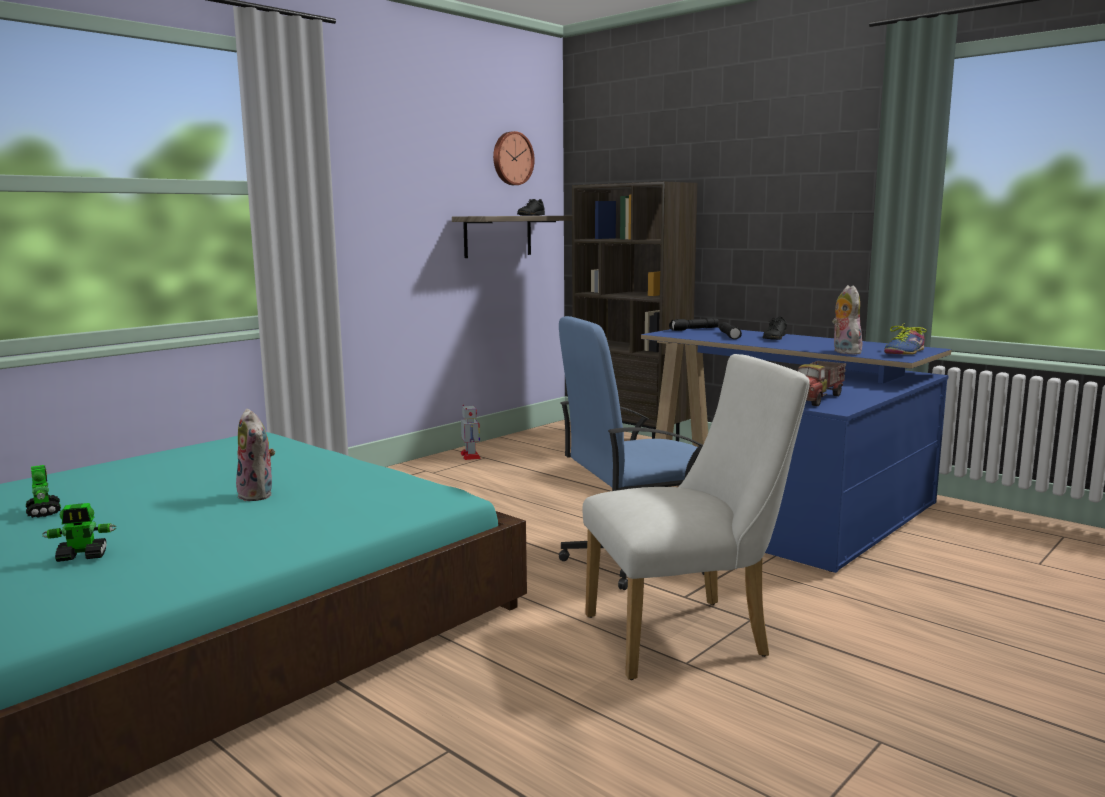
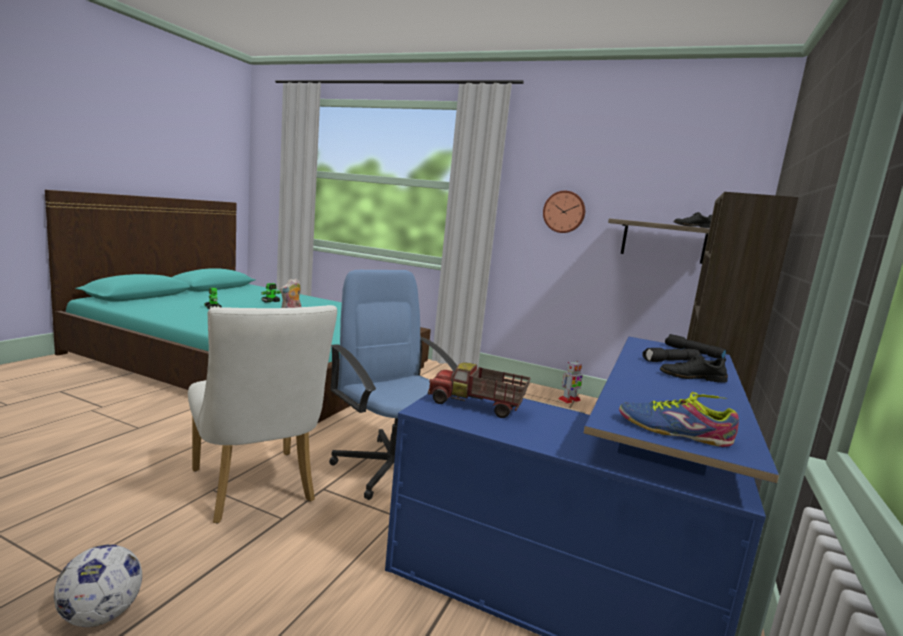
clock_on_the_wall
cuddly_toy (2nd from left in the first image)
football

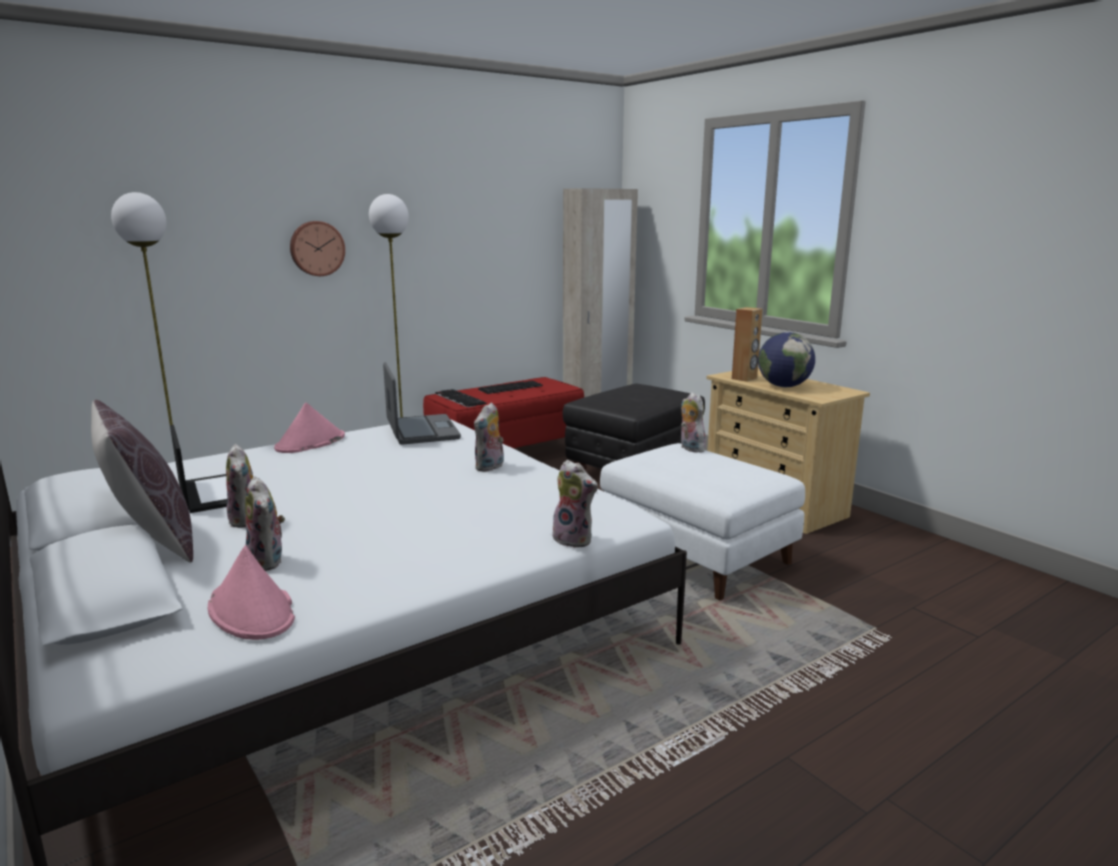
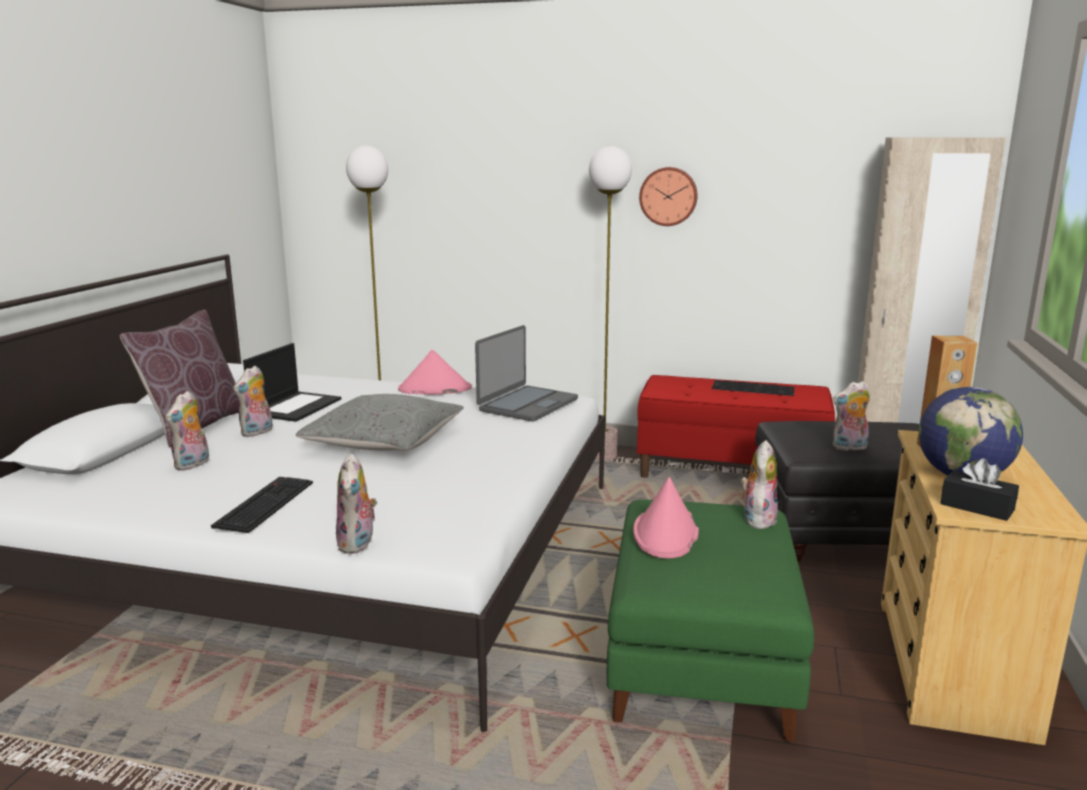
pinkish_hat (2nd from left)
clock_on_the_wall
PC_keyboard (1st from left)
cuddly_toy (5th from left)
green_footrest
gray_pillow
blackish_box_of_tissues

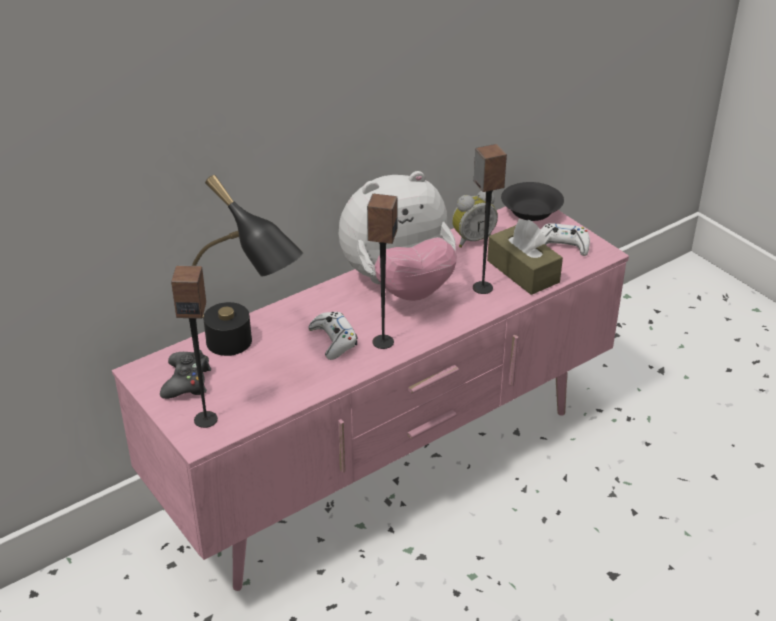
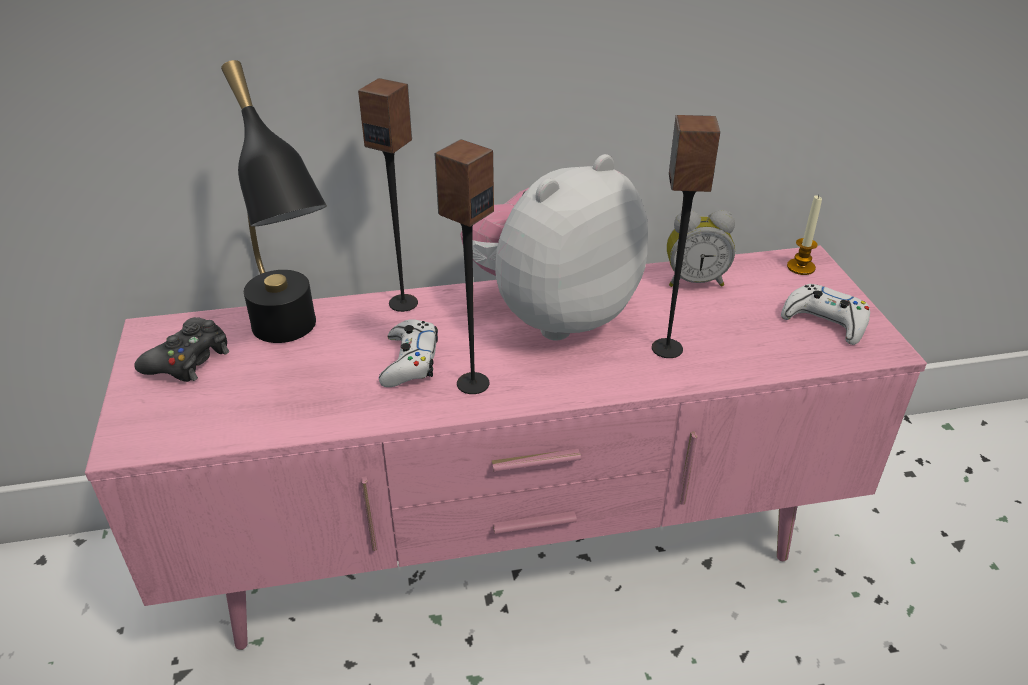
audio_speaker (1st from left)
cuddly_toy
brown_box_of_tissues
wax_light

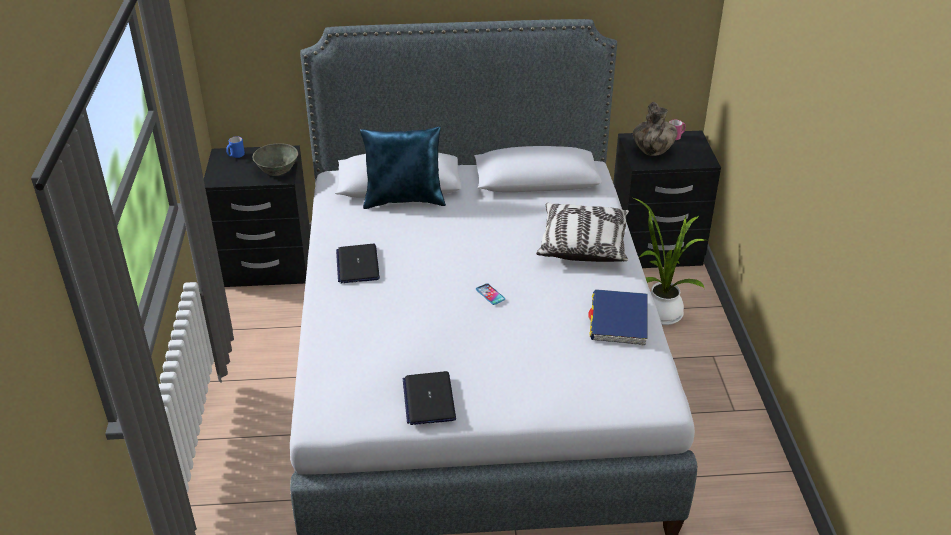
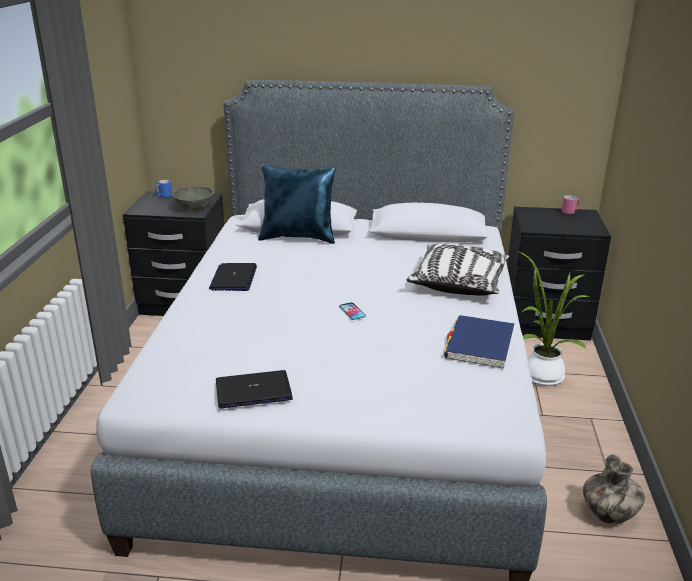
notebook_computer (2nd from left)
vase

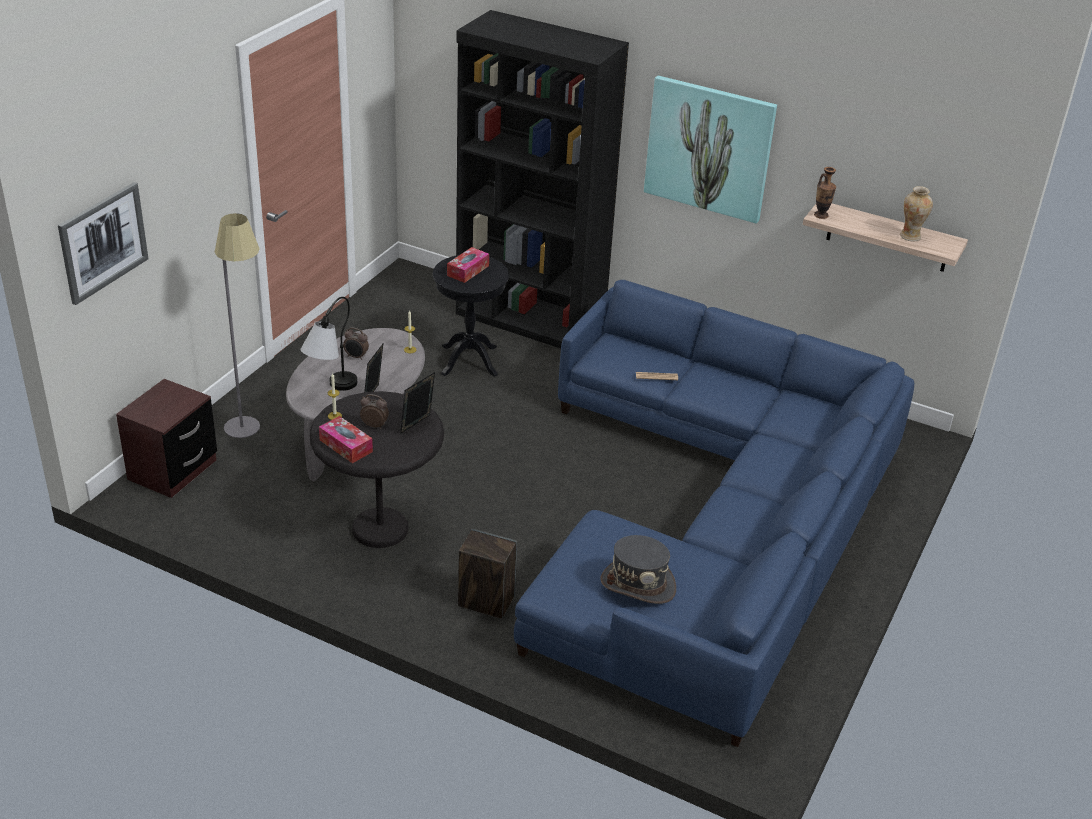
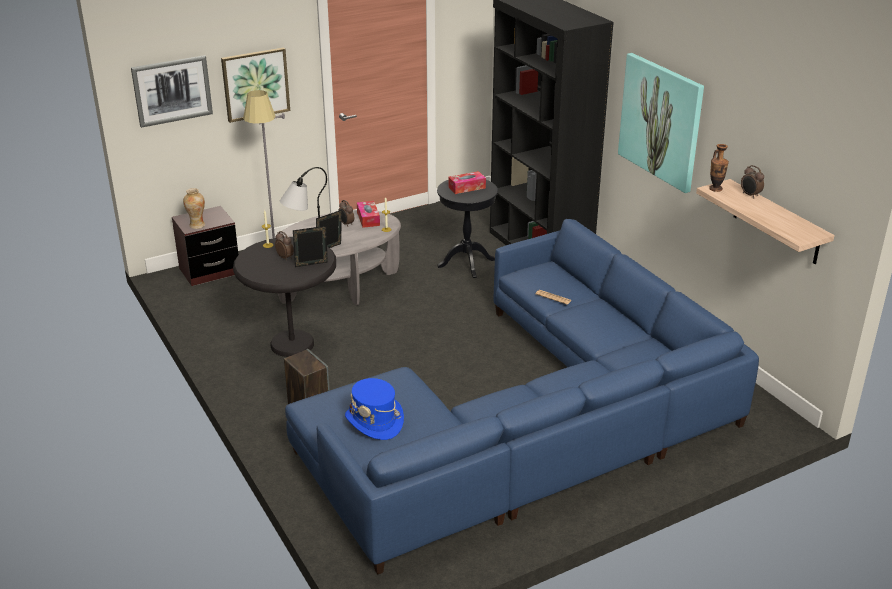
box_of_tissues (1st from left)
blue_hat
vase (1st from left)
wall_art (2nd from left)
bedside_clock (3rd from left)

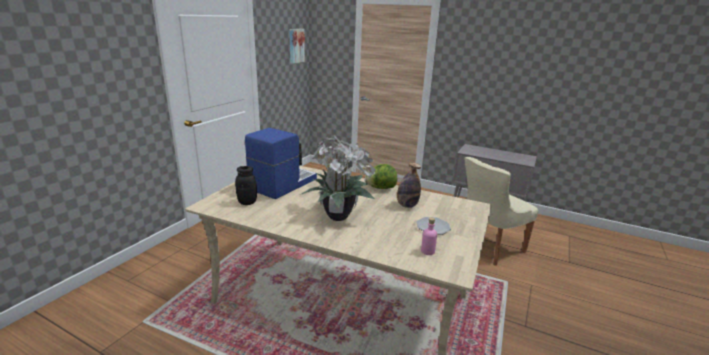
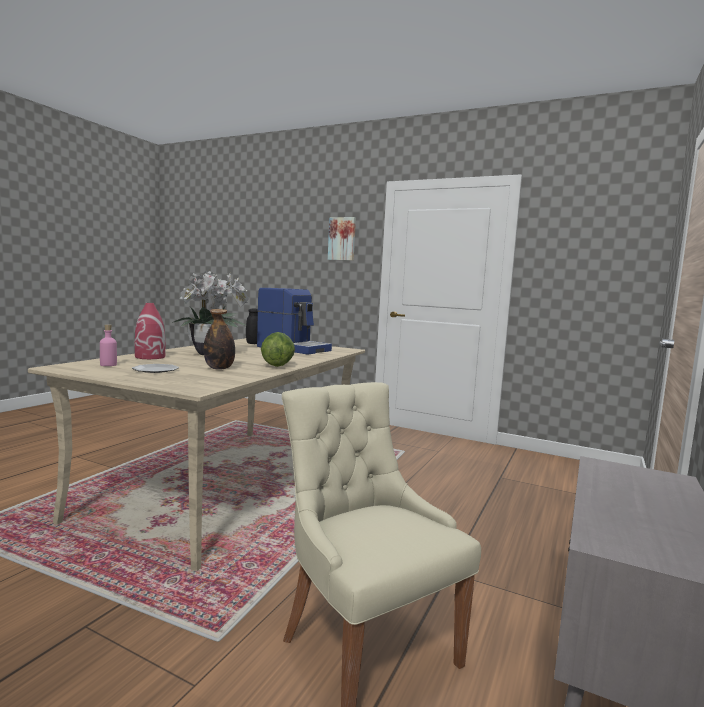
wall_art
red-coloured_vase

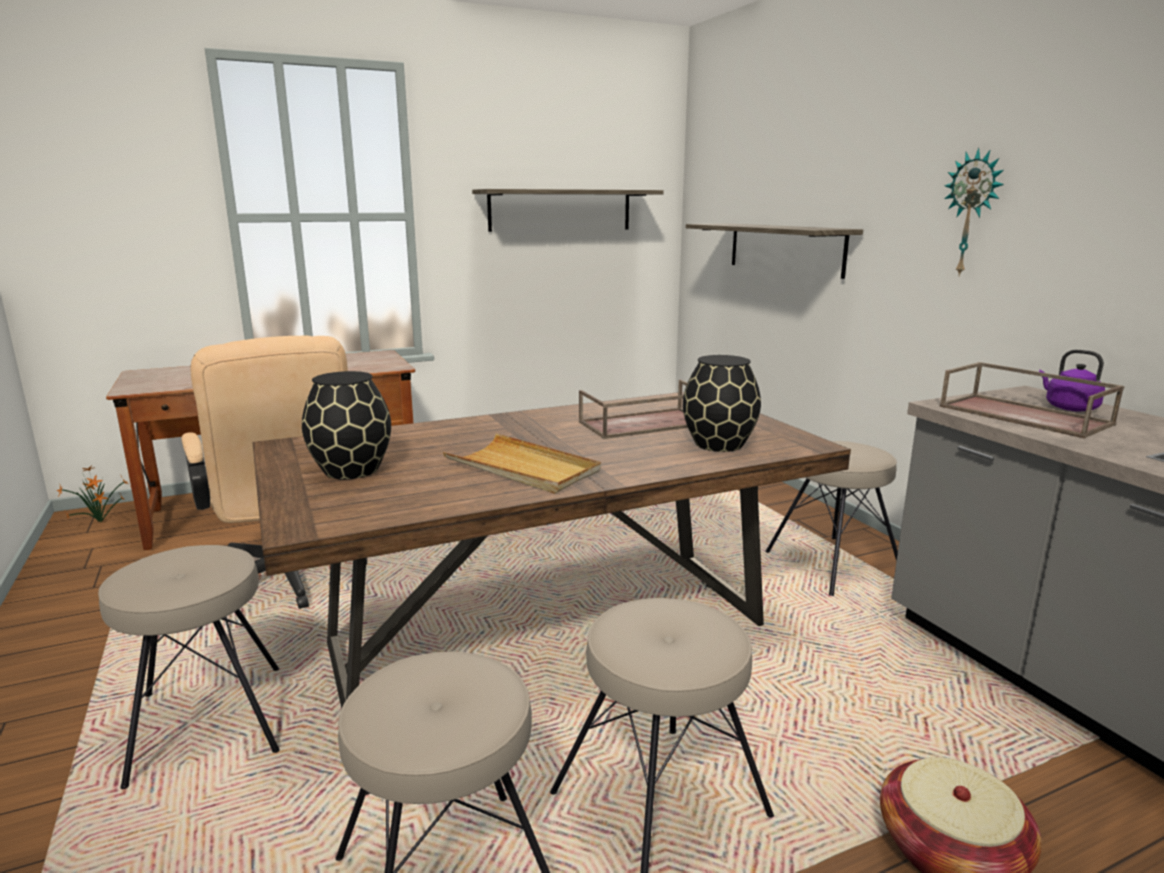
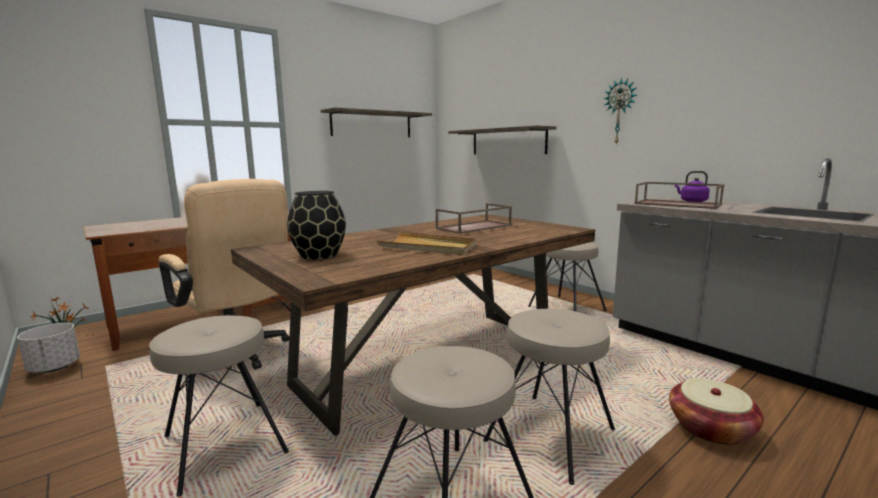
blackish_vase (2nd from left in the first image)
white_flower_pot

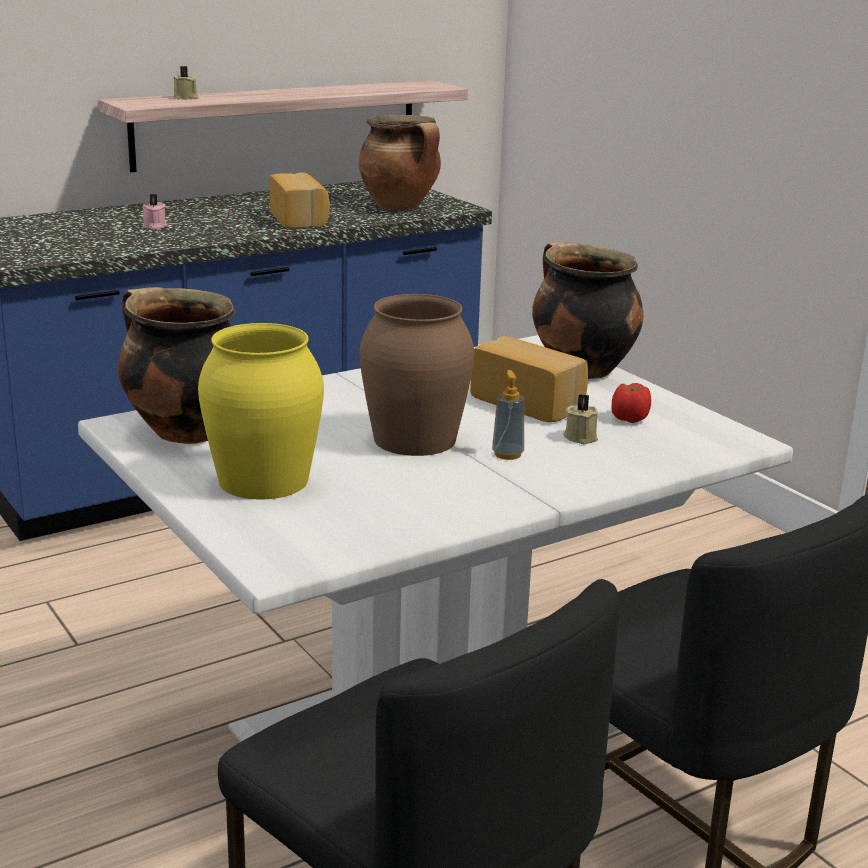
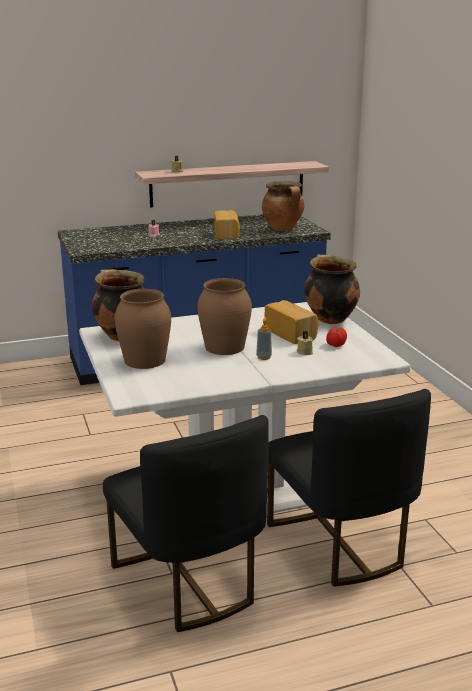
brown_vase (1st from left)

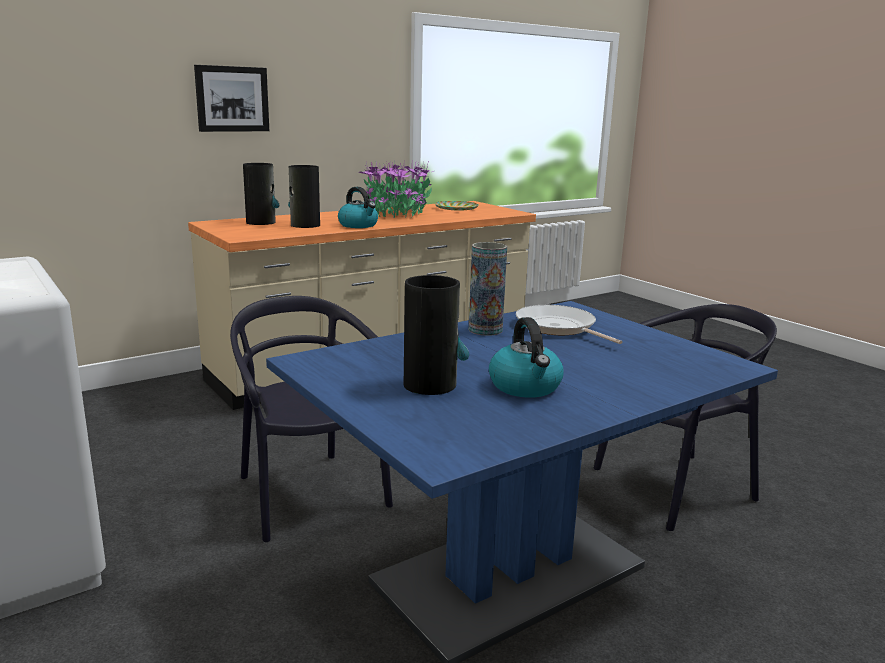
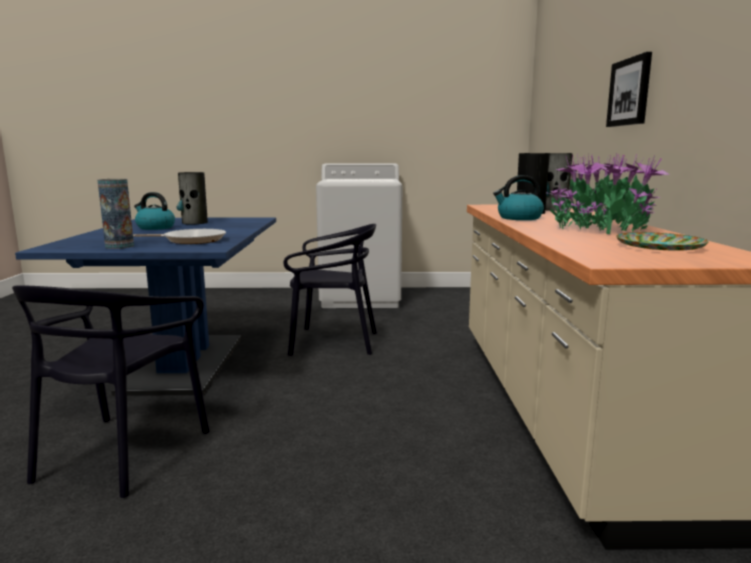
vase (1st from left)

